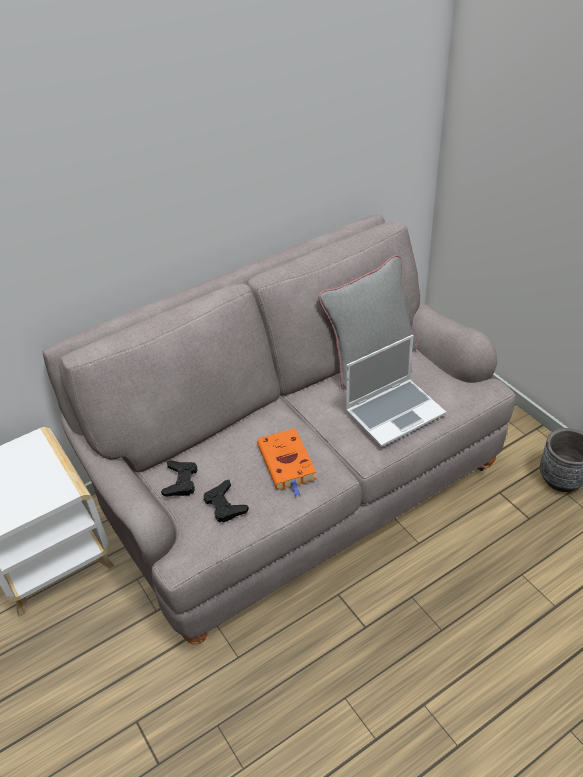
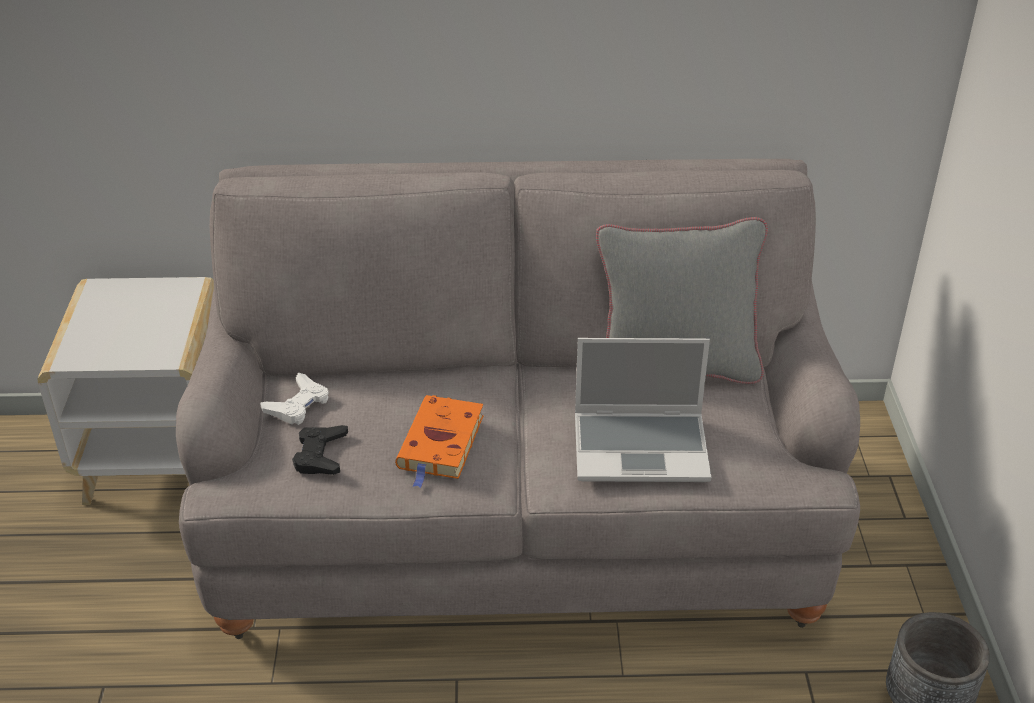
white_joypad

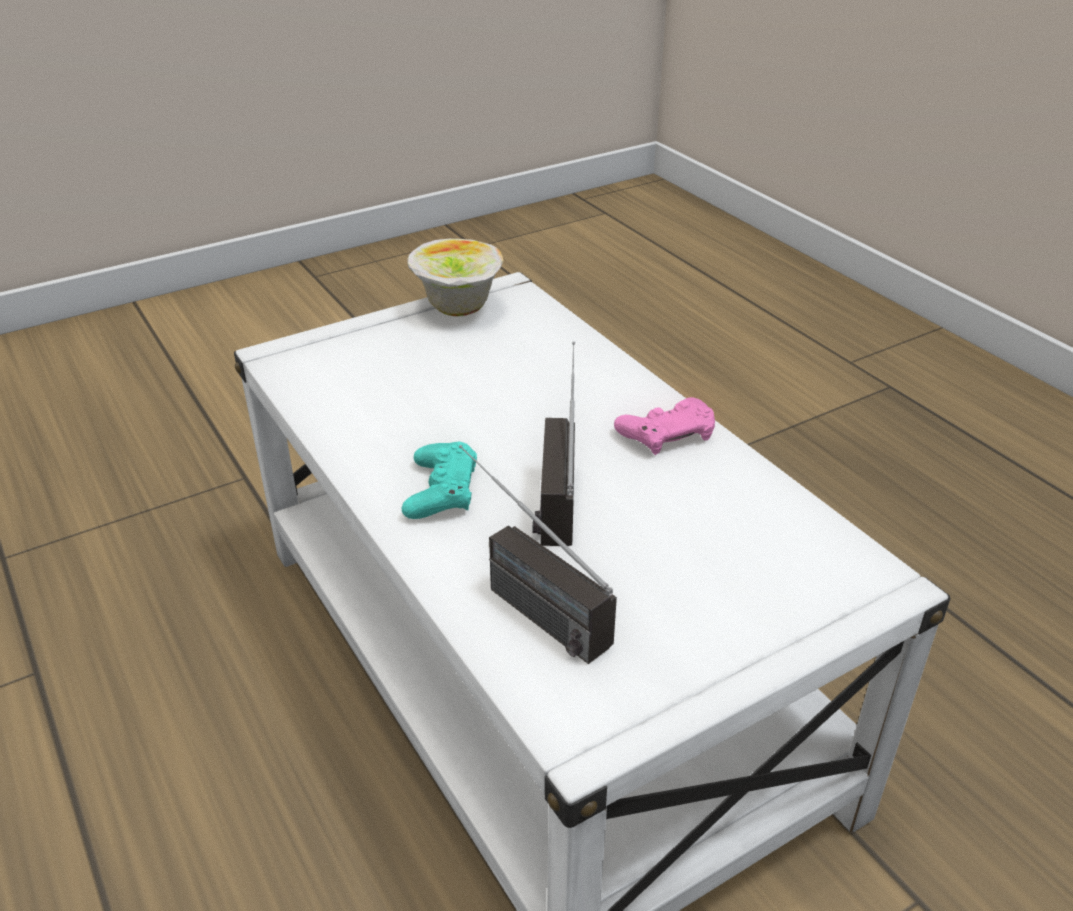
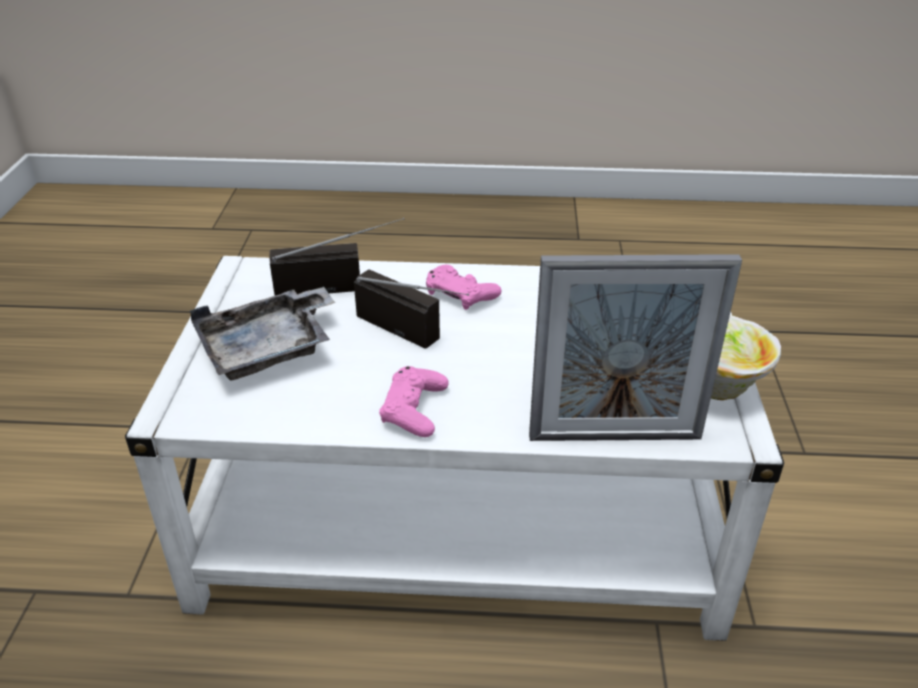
pinkish_joypad (2nd from left)
gray_carrying_tray
picture_frame

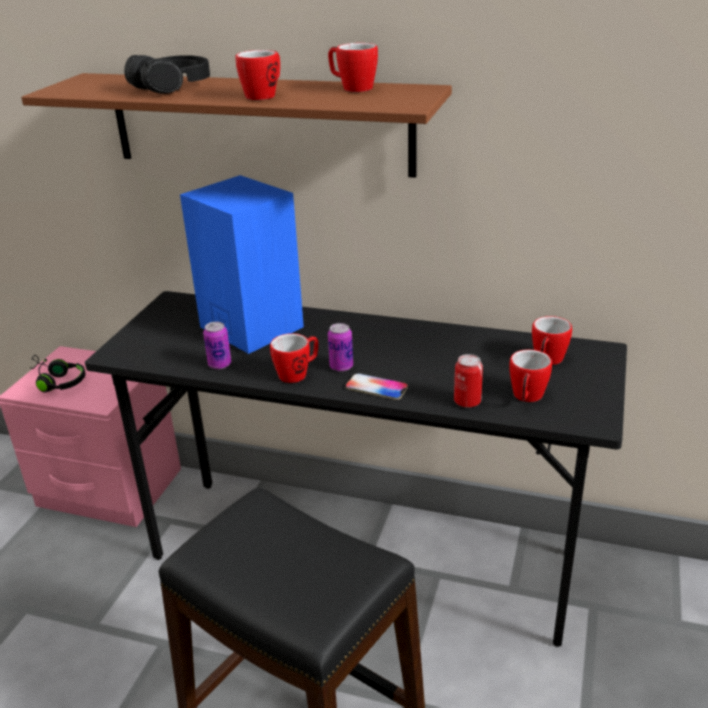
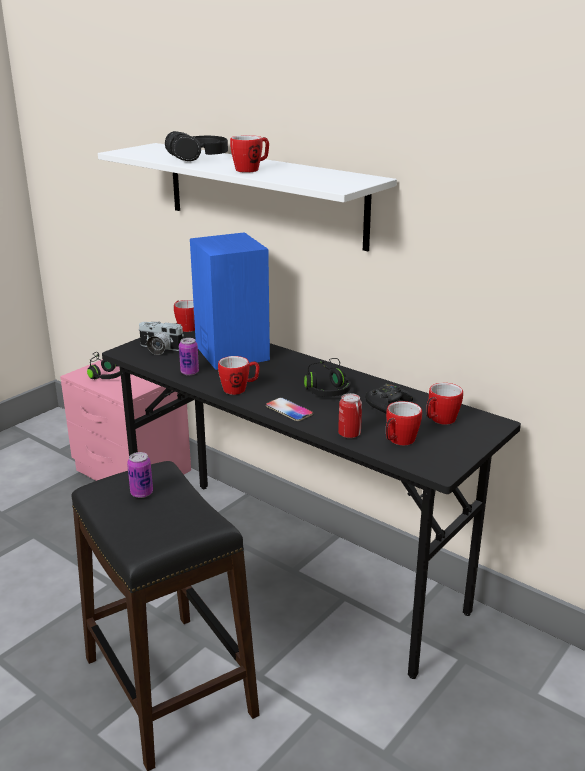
white_wall_shelf
tea_mug (1st from left)
sealed_can (1st from left)
photo_camera
blackish_headset (3rd from left)
blackish_joypad

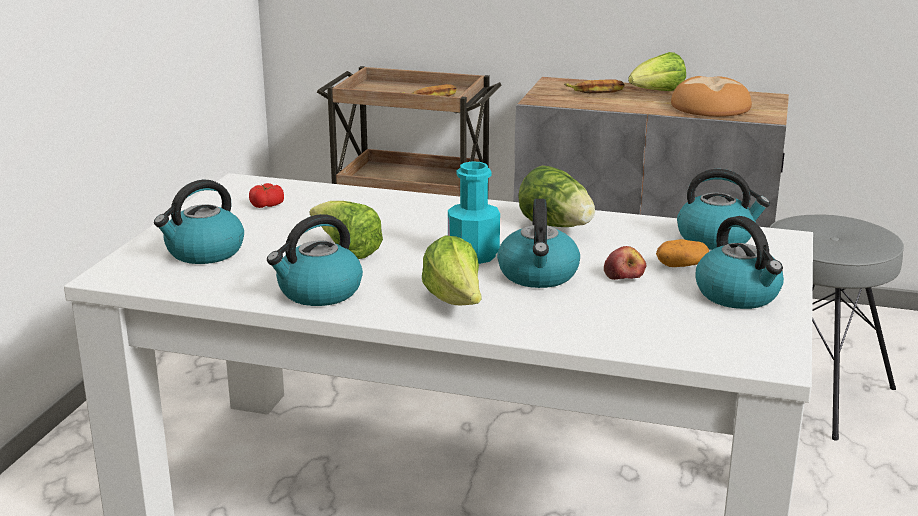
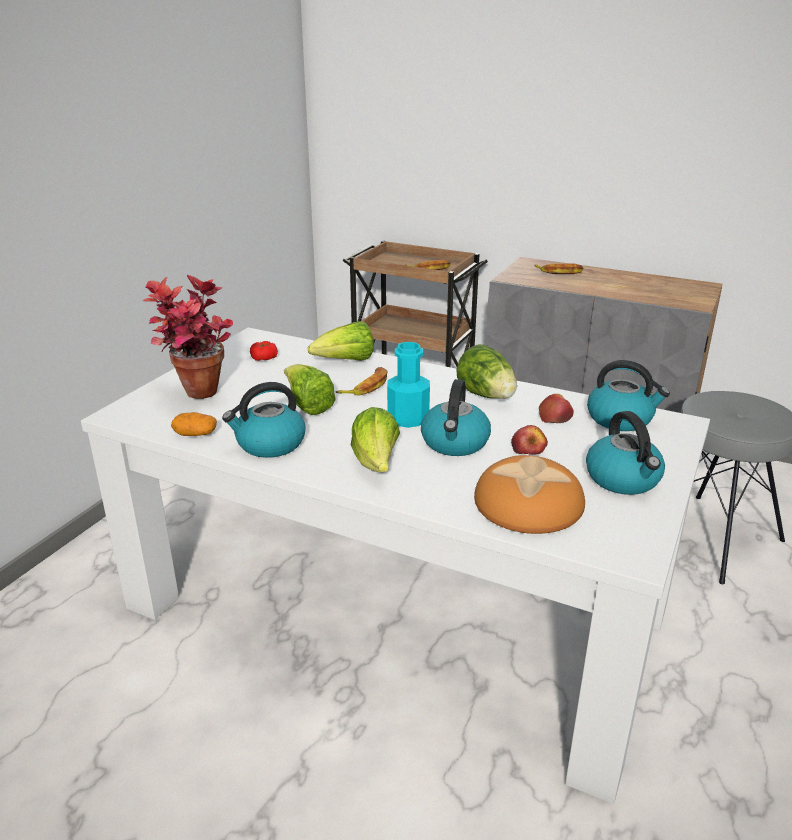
potted_plant
lettuce (2nd from left)
whole_potato
baked_bread
banana_fruit (1st from left)
apple (2nd from left)

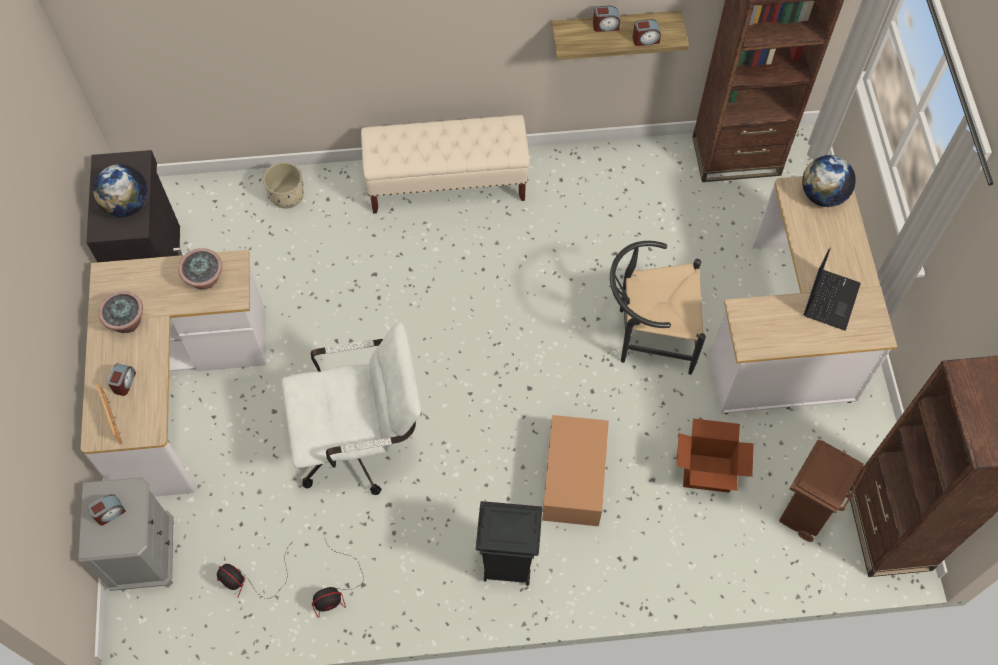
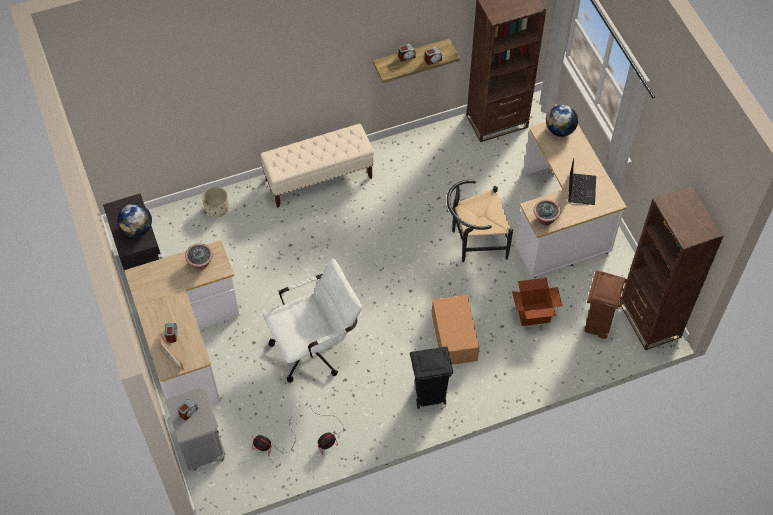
potted_plant (2nd from left)

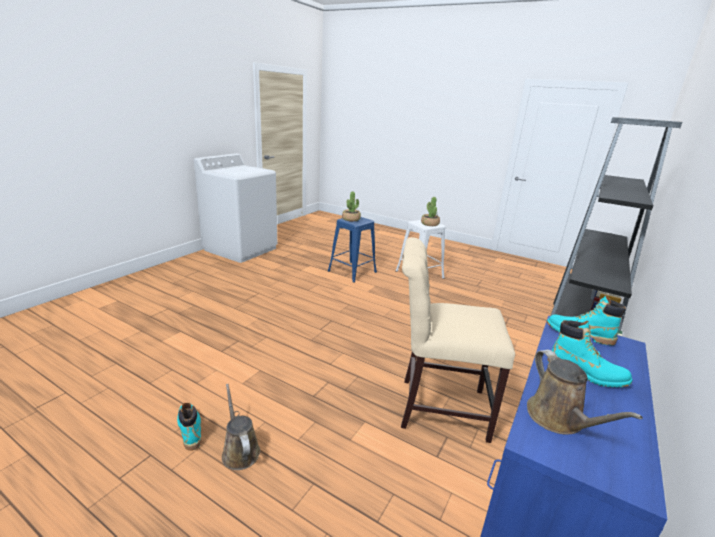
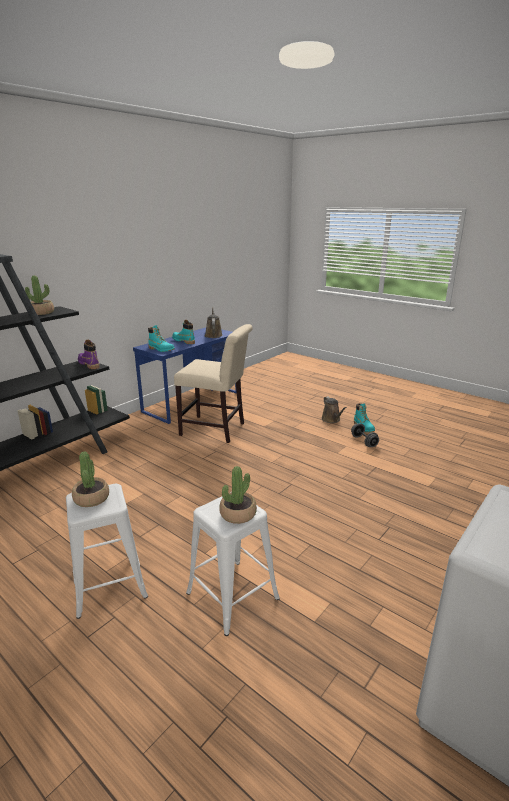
white_stool (2nd from left)
potted_plant (1st from left)
purple_boot
gray_dumbbell

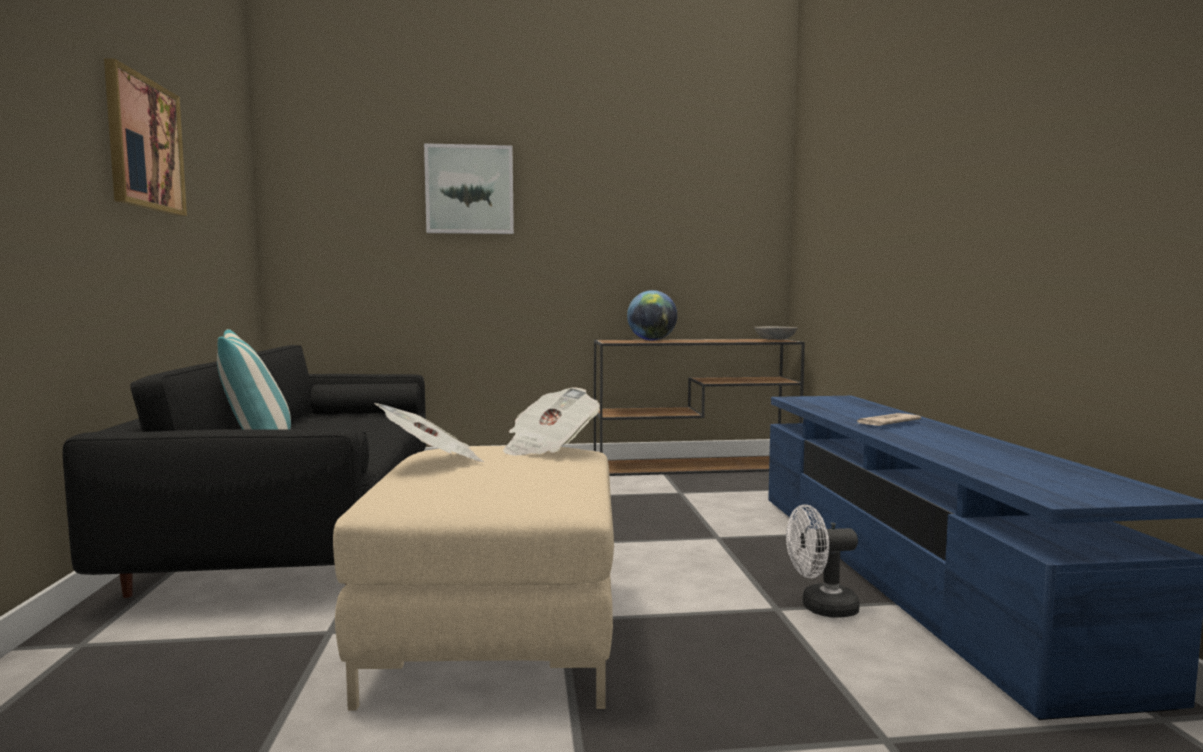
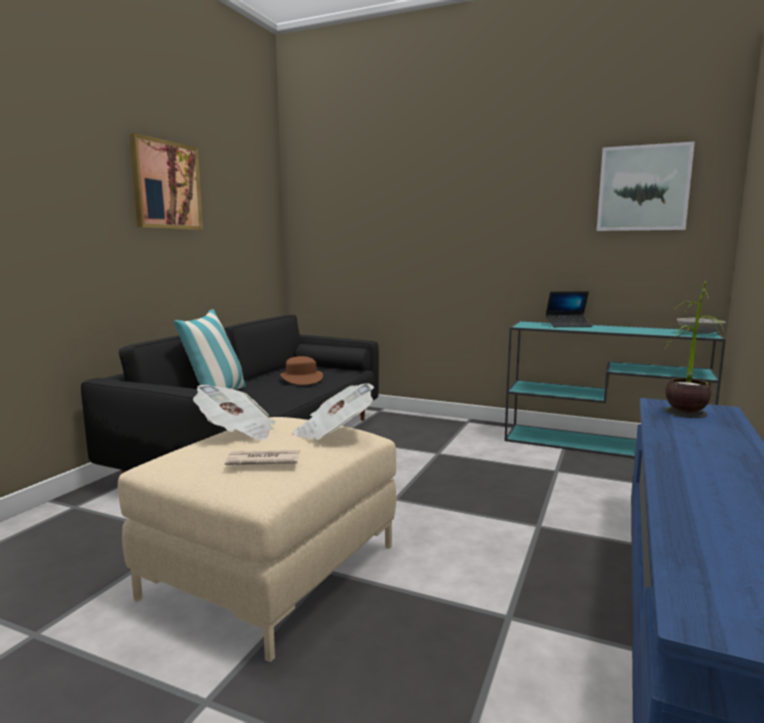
wall_art (2nd from left)
turquoise_narrow_table
notebook_computer
white_electric_fan
printed_paper (2nd from left)
brown_hat
potted_plant

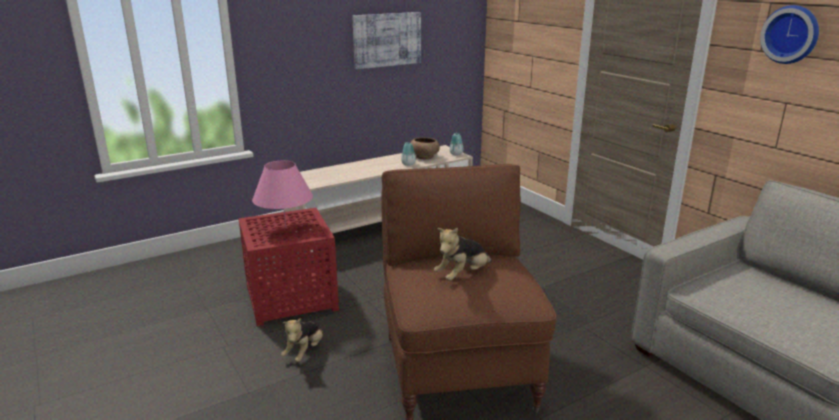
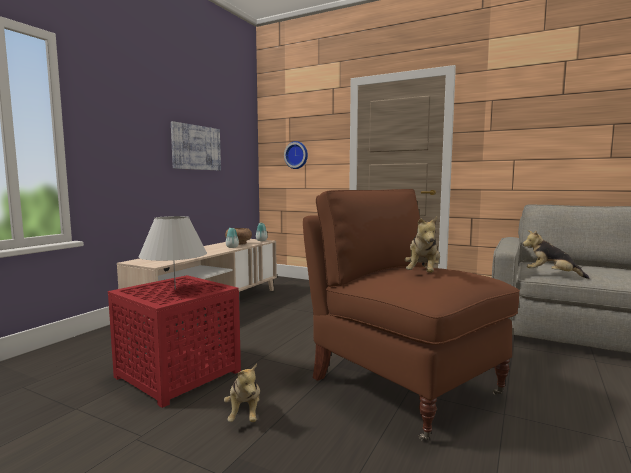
white_tabletop_lamp
clock_on_the_wall
cuddly_toy (3rd from left)

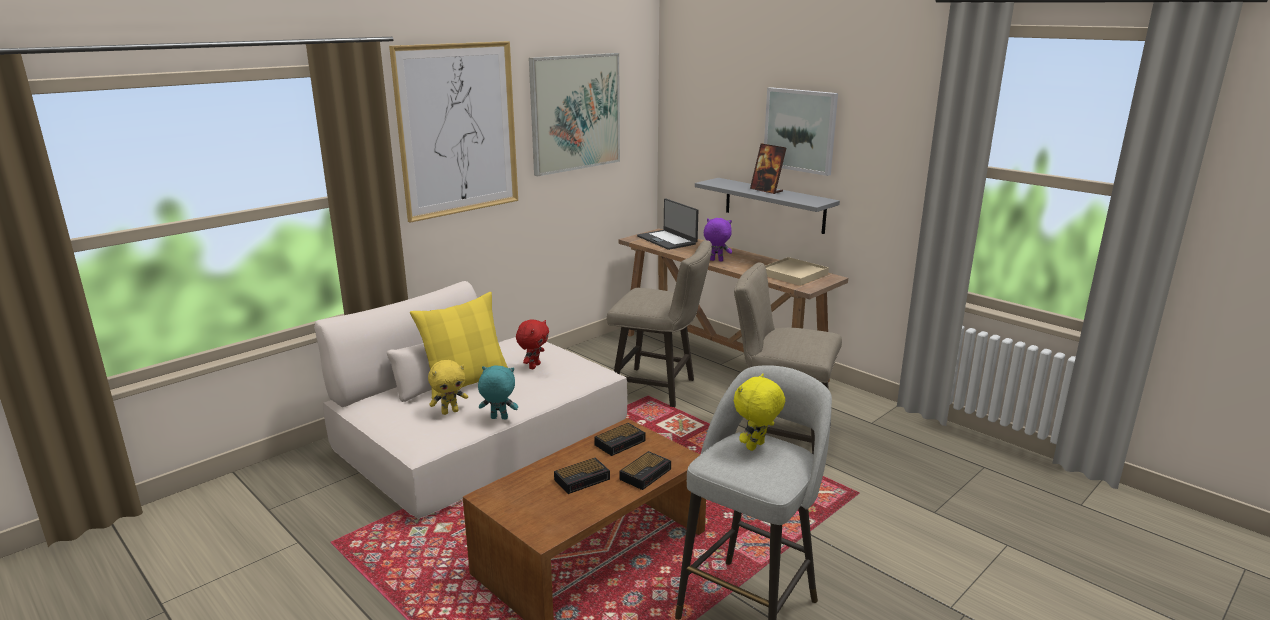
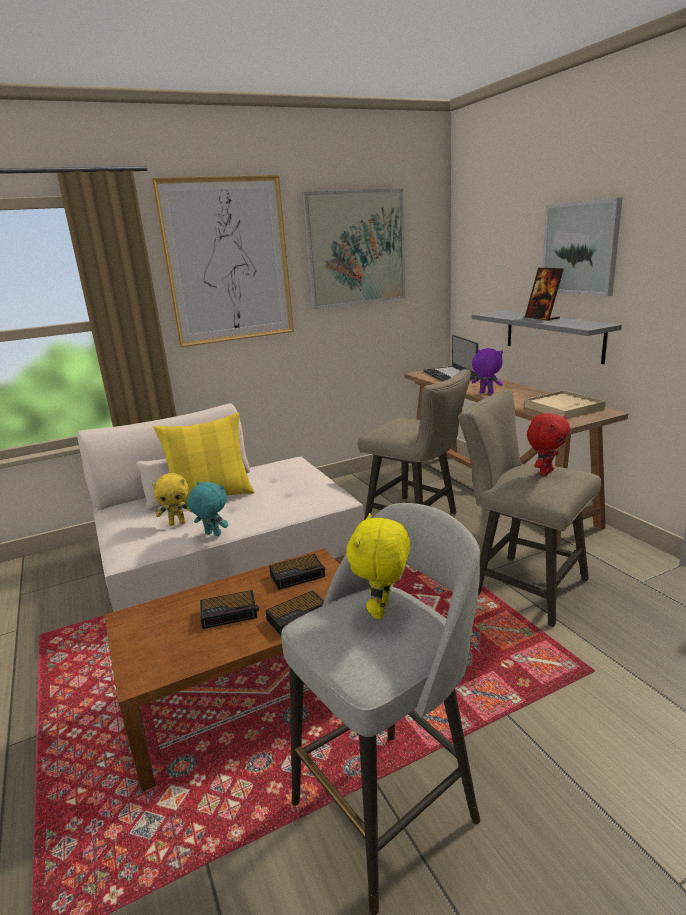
red-coloured_cuddly_toy
yellow_cuddly_toy (2nd from left)

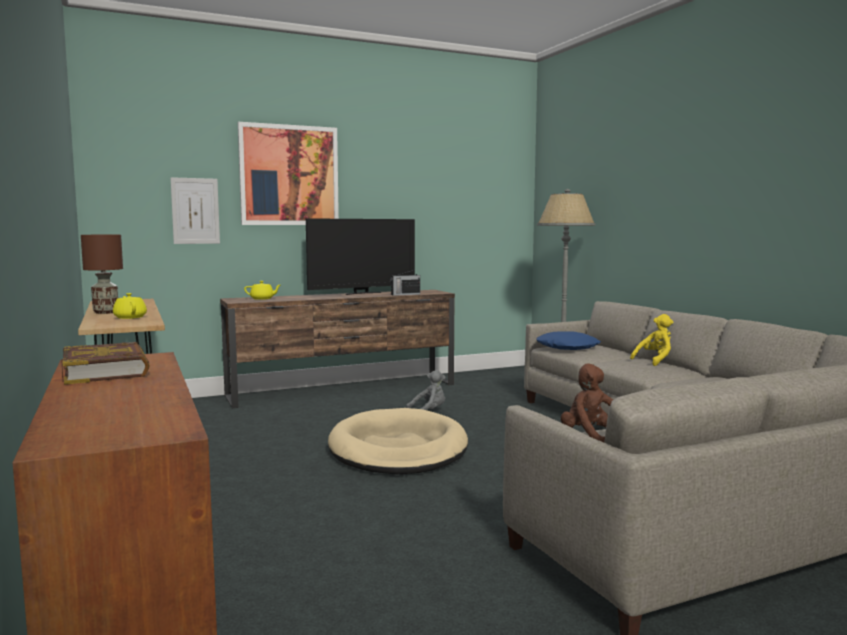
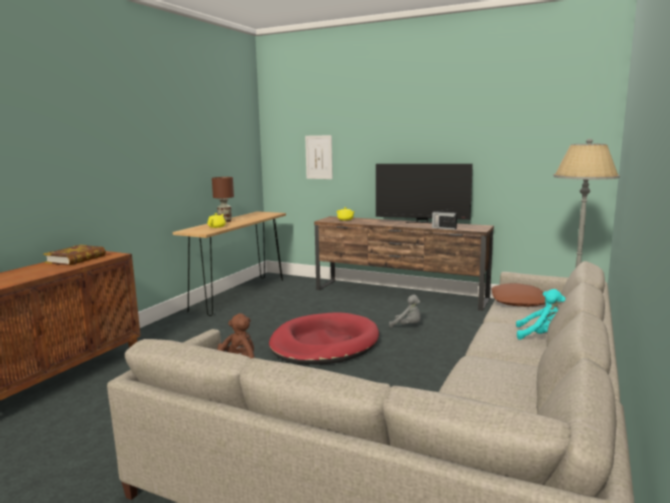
wall_art (2nd from left in the first image)
red-coloured_dog_cushion
brown_pillow
turquoise_cuddly_toy

